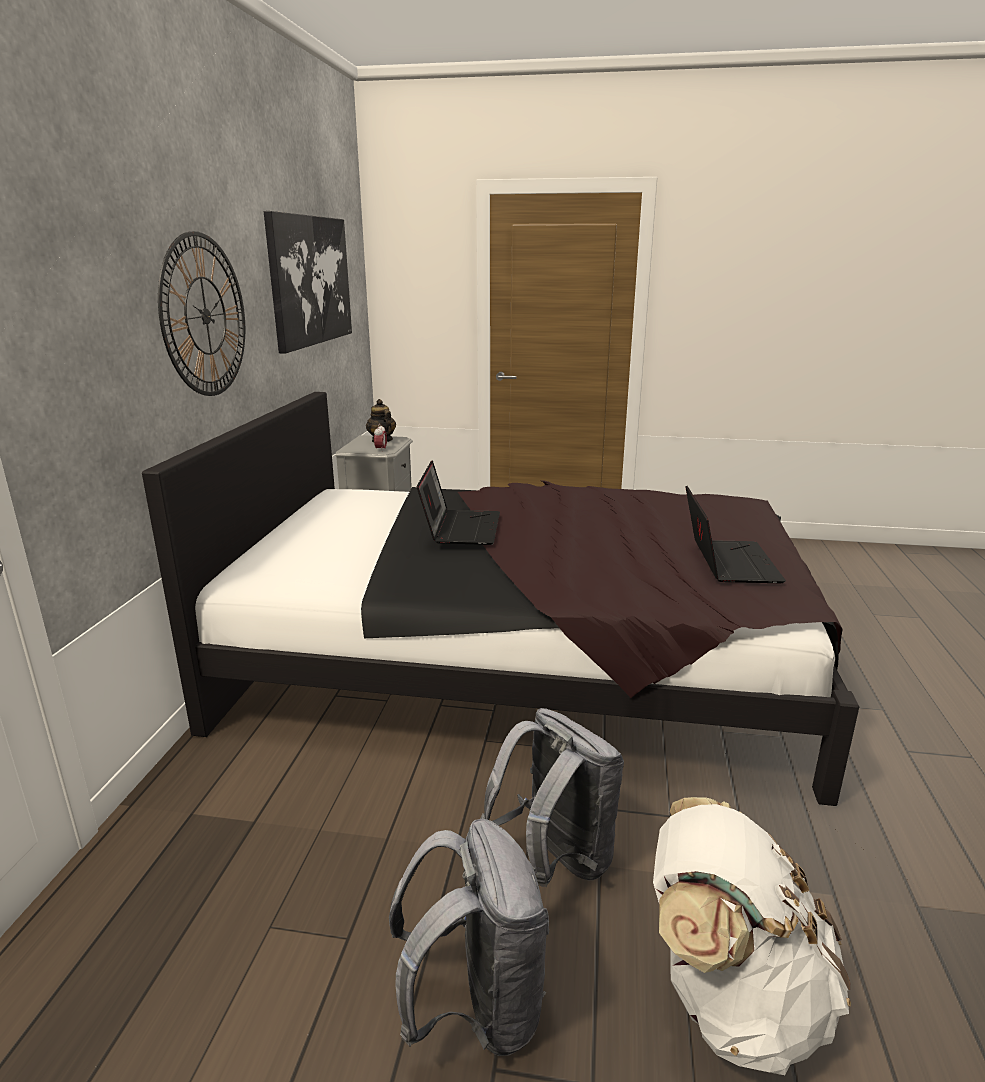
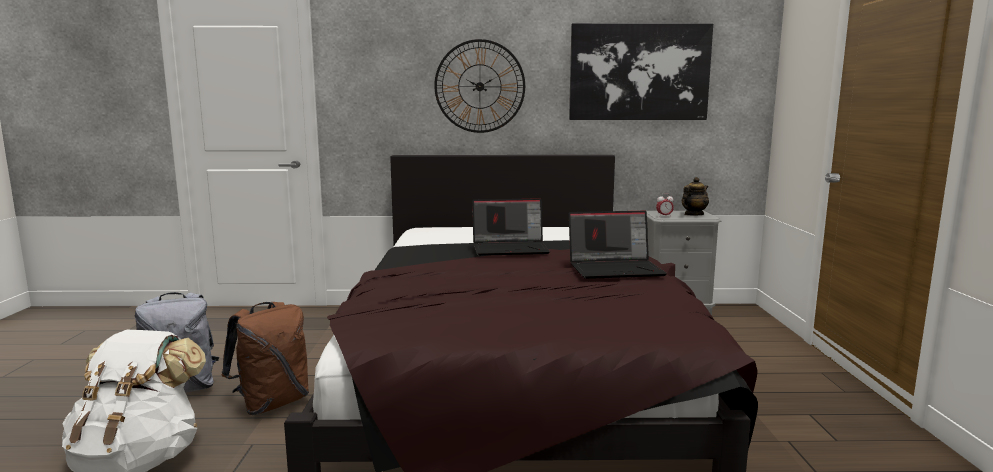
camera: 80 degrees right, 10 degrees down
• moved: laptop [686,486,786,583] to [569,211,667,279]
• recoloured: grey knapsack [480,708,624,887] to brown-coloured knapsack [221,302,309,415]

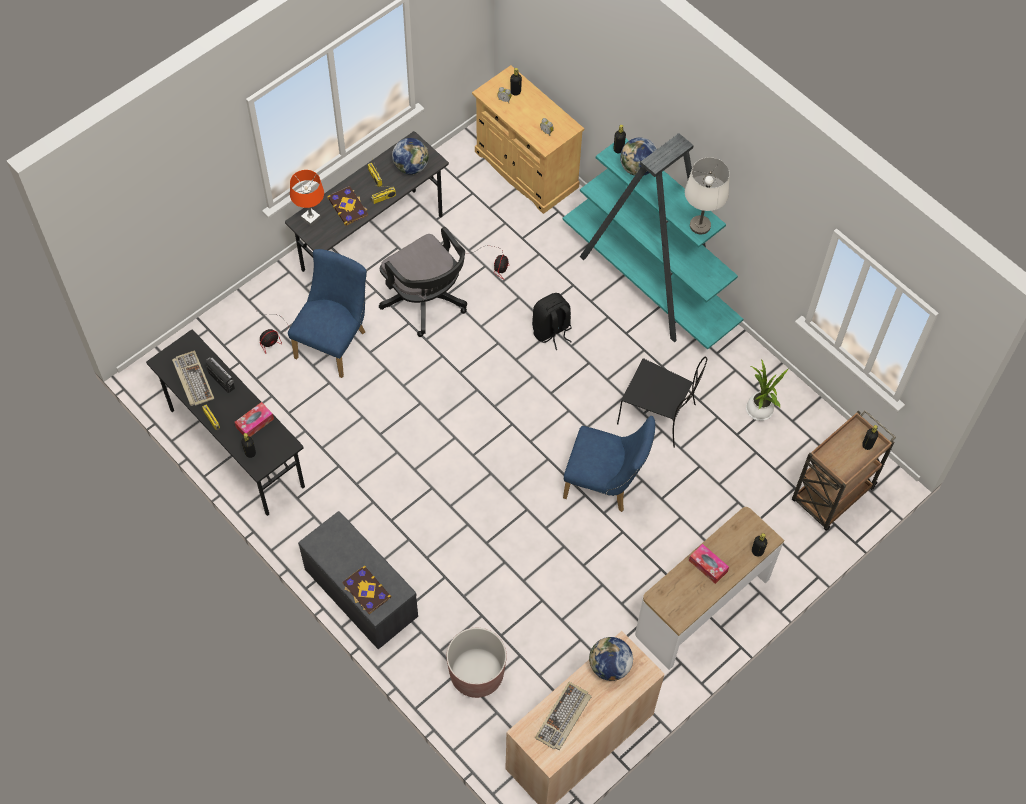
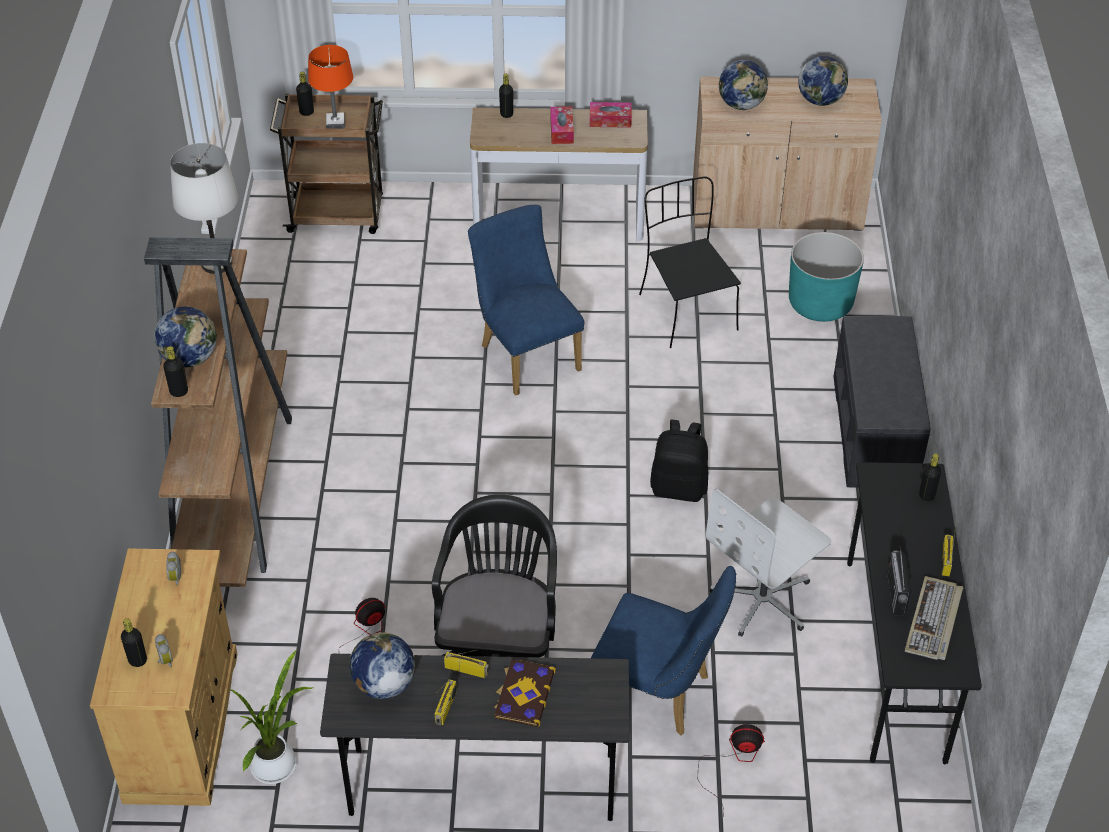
camera: 135 degrees left, 15 degrees down
• removed: volume [342,566,391,614]
• added: whitish desk chair [706,488,831,637]
• moved: tissue box [235,402,274,437] to [590,102,632,128]
• moved: orangey lamp for a table [290,170,324,226] to [308,45,353,129]
• moved: blackish knapsack [532,293,572,350] to [650,420,708,502]
• moved: blackish chair [617,356,707,448] to [639,176,741,348]
• moved: houseplant [746,359,789,421] to [229,650,312,784]
• replaced: keyboard [535,682,592,750] to globe [798,56,848,106]
• recoloured: brown-coloured planter [447,628,507,698] to turquoise-coloured planter [789,232,864,322]
• recoloured: turquoise-coloured bookshelf [562,133,743,350] to brown-coloured bookshelf [144,237,292,587]
• turned: blue-coloured chair [288,249,367,378] = [591,566,736,735] 135 degrees counterclockwise

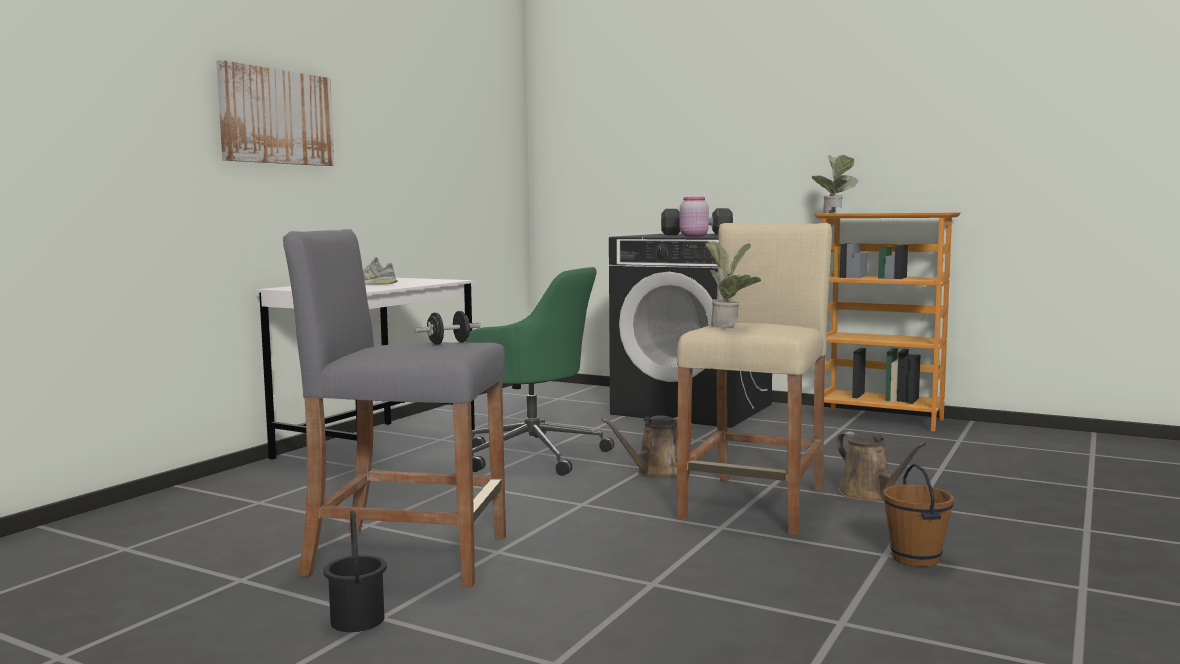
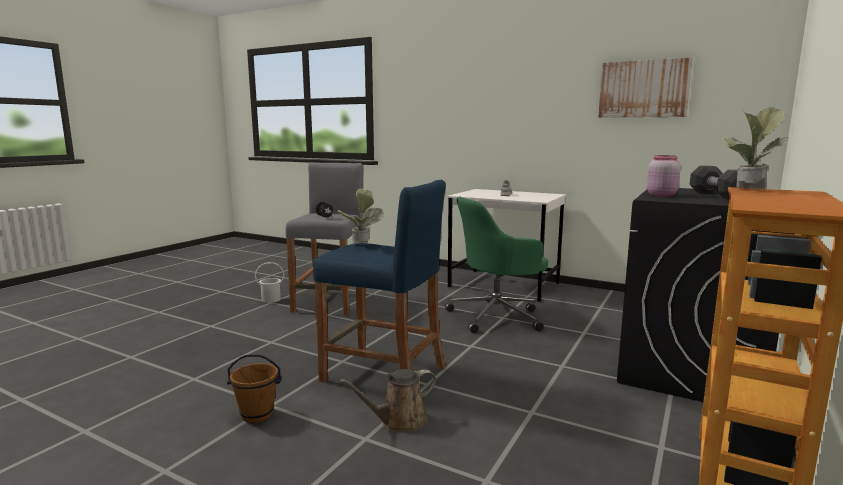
camera: 90 degrees right, 5 degrees up
• removed: brown-coloured watering can [601,415,693,478]
• moved: picture [216,60,334,166] to [598,58,693,118]
• recoloured: blackish water bucket [323,511,387,632] to whitish water bucket [255,262,284,303]
• recoloured: beige-coloured stool [677,223,832,535] to blue-coloured stool [313,179,446,383]
• turned: greenish desk chair [466,267,614,476] = [445,197,548,333] 45 degrees clockwise

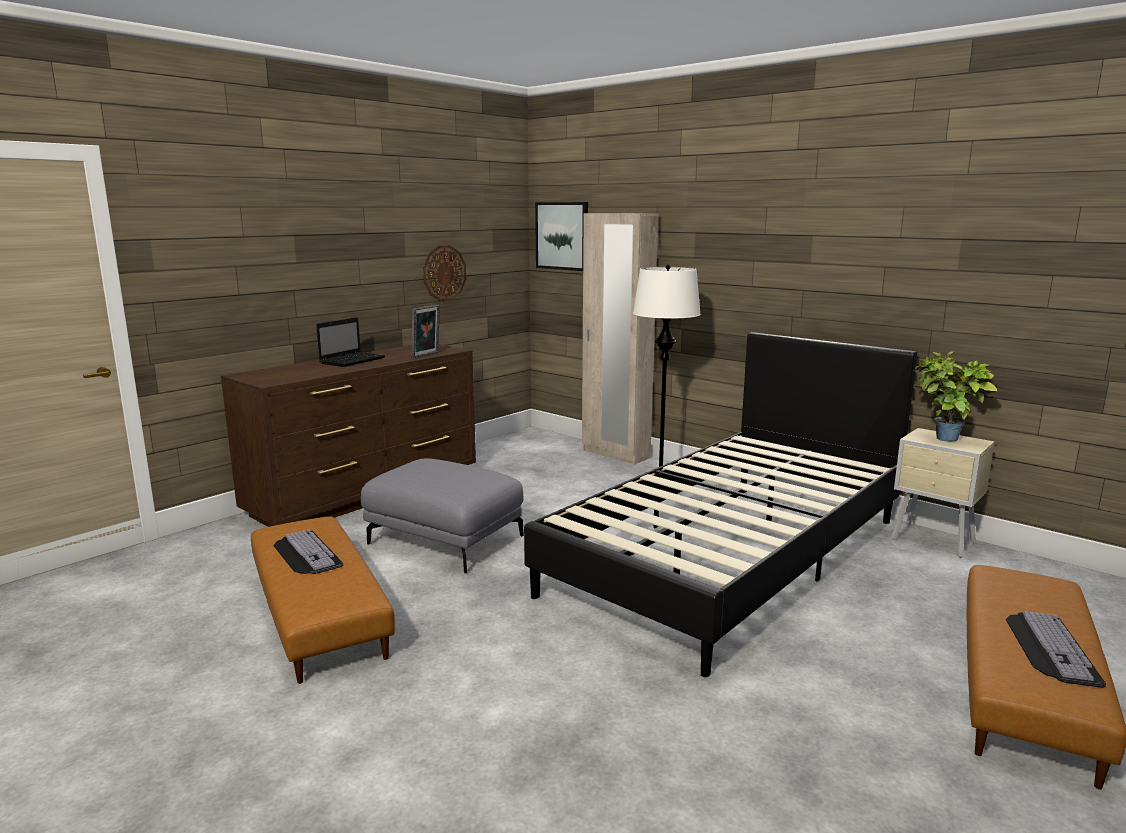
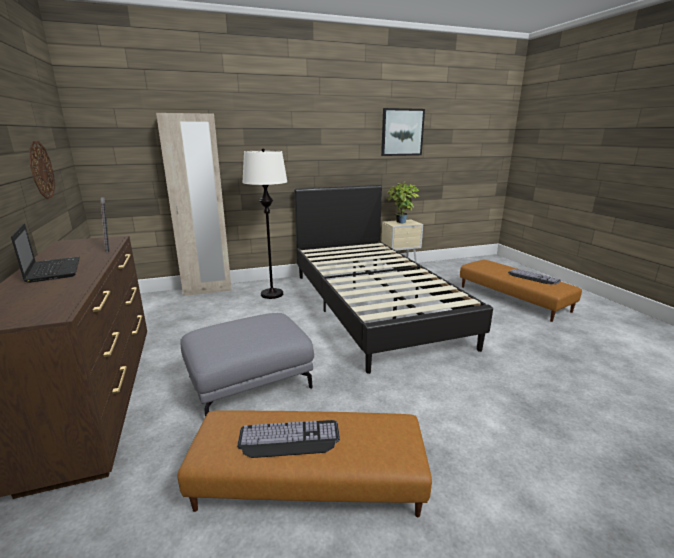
camera: 60 degrees left, 5 degrees up
• moved: picture [535,202,588,271] to [381,108,425,156]

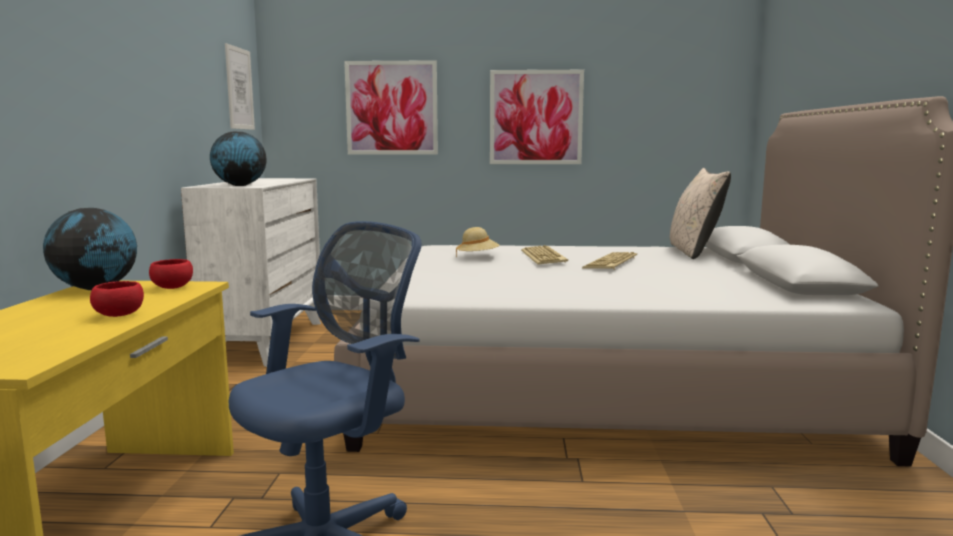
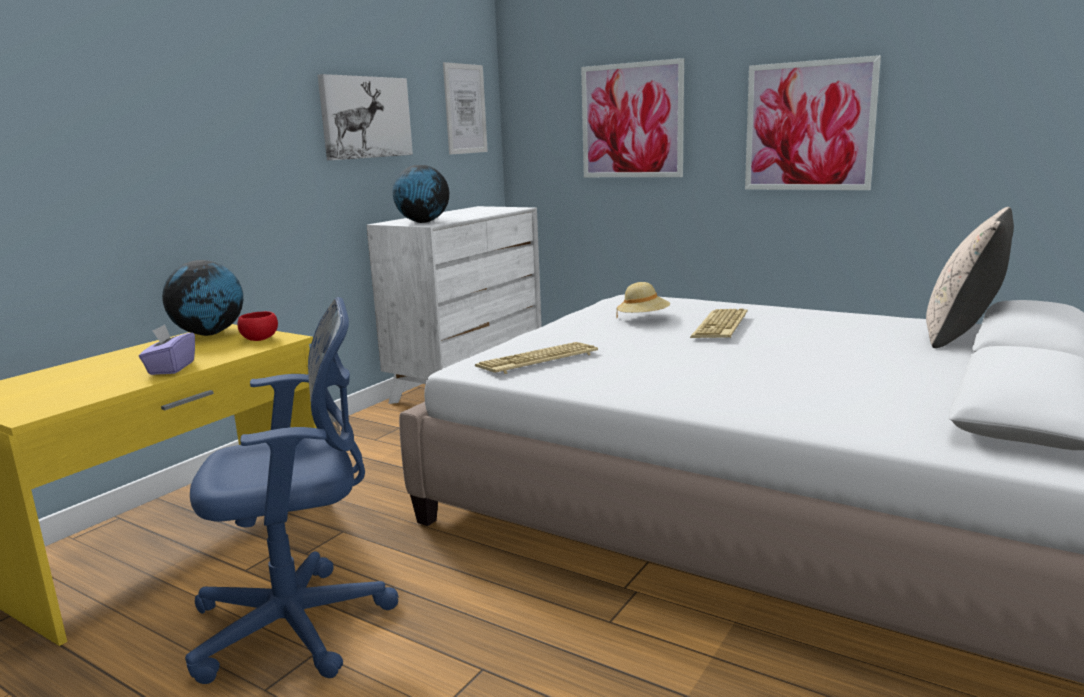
camera: 30 degrees right, 5 degrees up
• added: picture [318,74,413,160]
• moved: keyboard [582,252,637,270] to [475,342,598,374]
• replaced: reddish deep dish [90,281,144,317] to purplish tissue box [139,324,195,375]

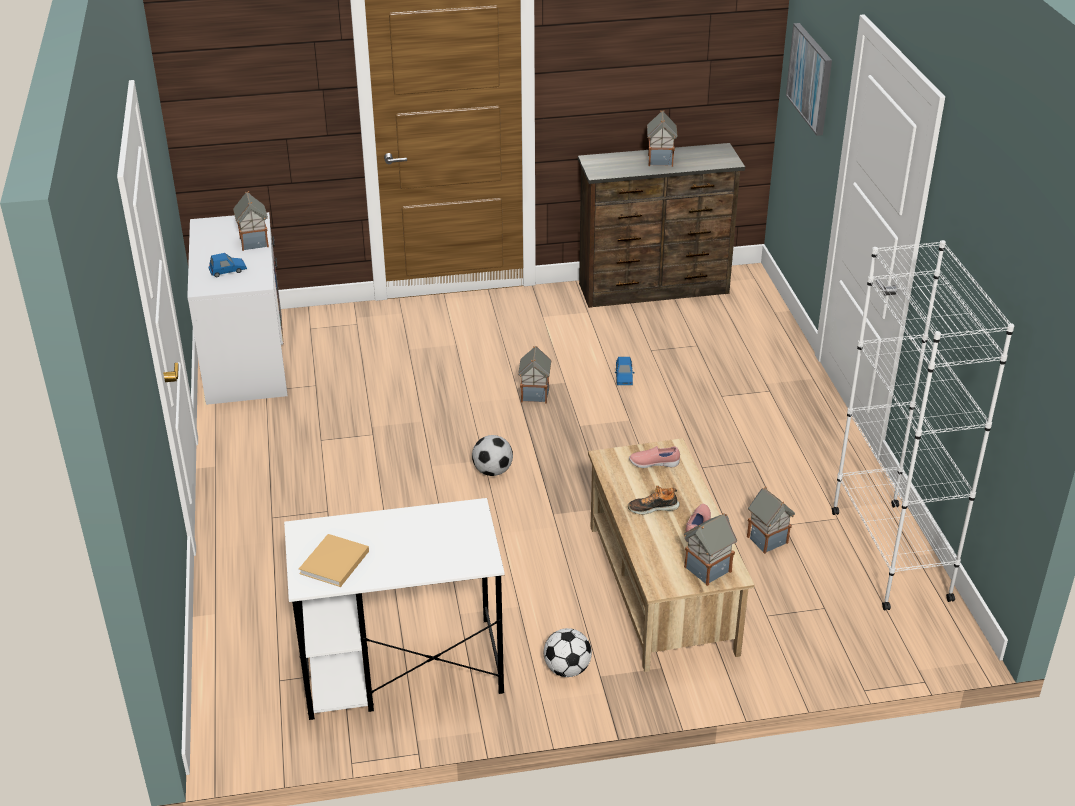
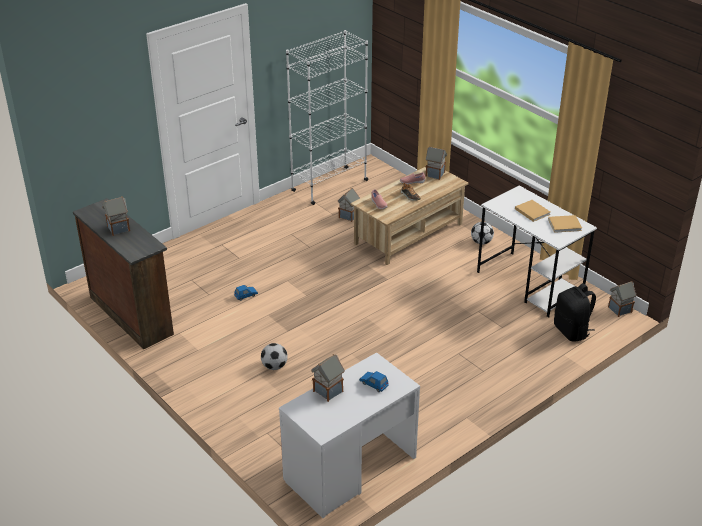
camera: 120 degrees left, 0 degrees up
• removed: picture [786,23,832,136]
• added: beige-coloured volume [515,200,551,222]
• added: blackish knapsack [554,283,596,342]
• moved: football [472,435,513,476] to [261,343,288,370]
• moved: toy house [518,346,551,404] to [608,281,637,317]

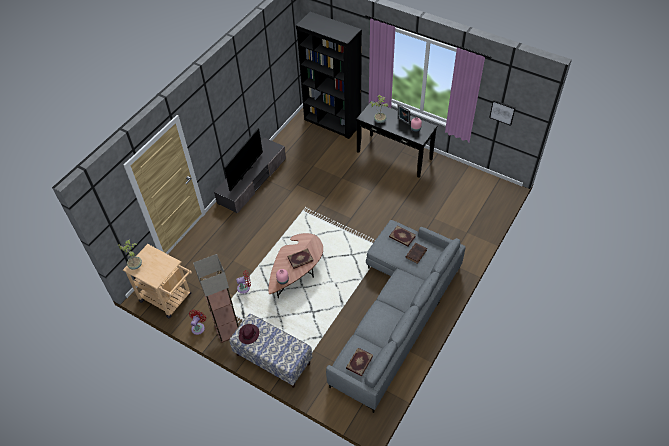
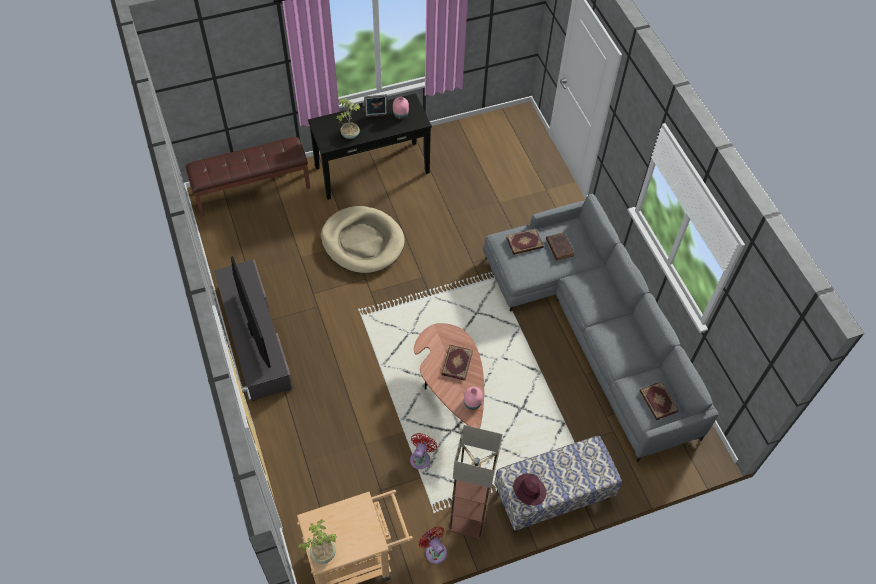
camera: 55 degrees left, 5 degrees up
• removed: picture [489,100,516,126]
• added: beige-coloured dog cushion [321,206,405,273]
• replaced: blackish bookshelf [296,12,362,139] to brown-coloured bench [186,137,310,216]

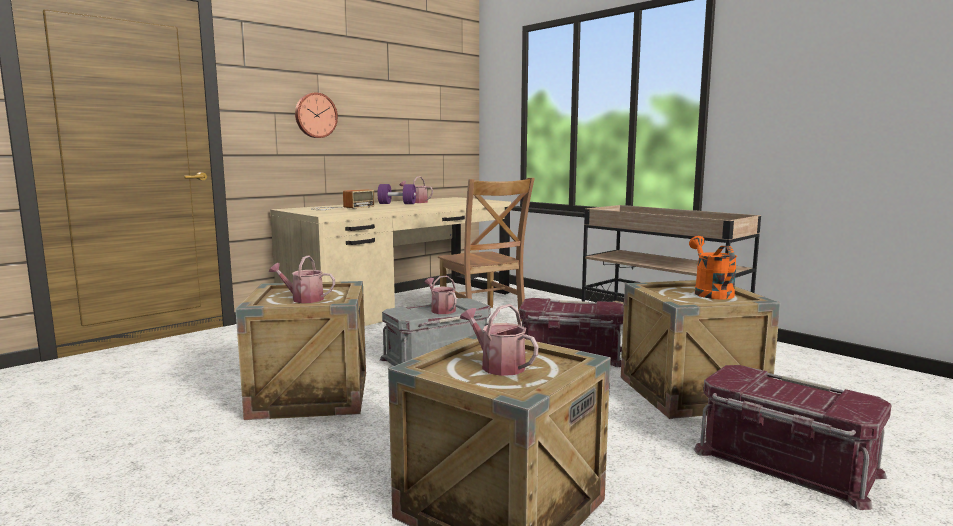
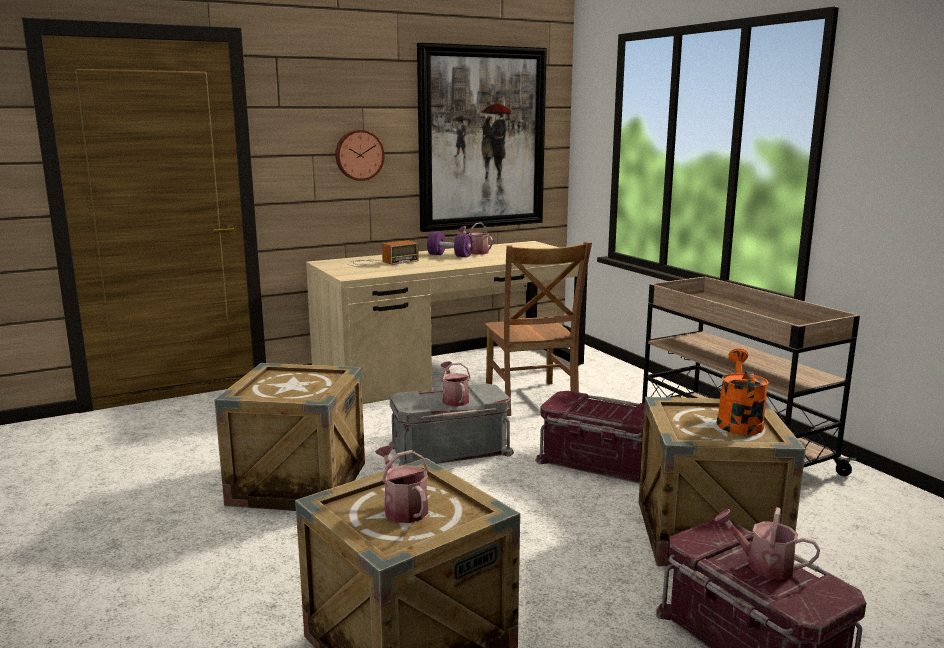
camera: 15 degrees right, 5 degrees up
• added: picture [417,43,547,232]
• moved: watering can [268,255,335,303] to [714,507,820,580]

